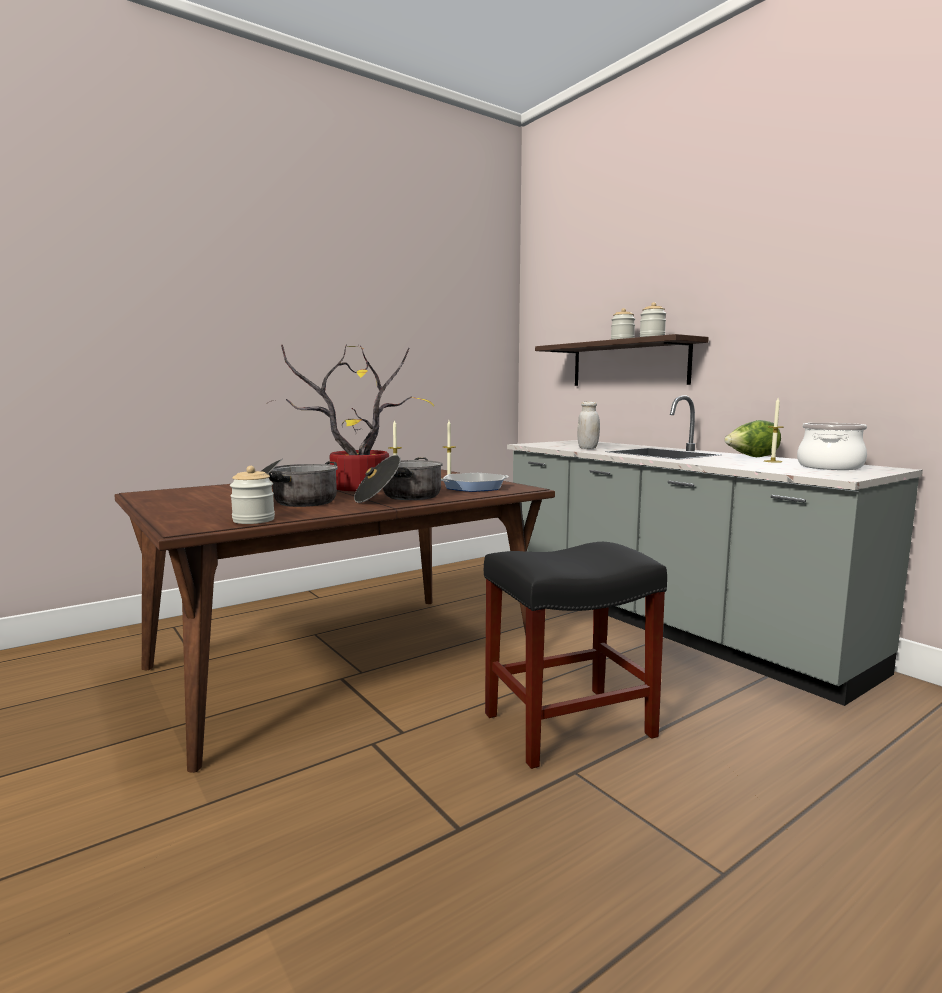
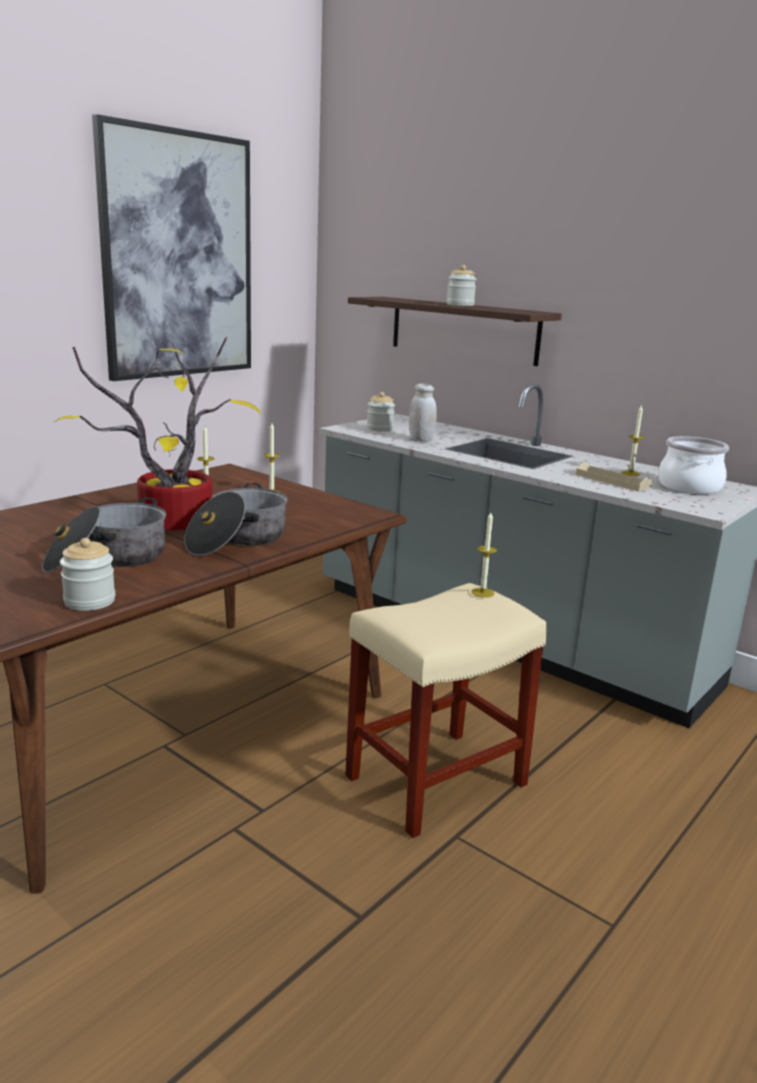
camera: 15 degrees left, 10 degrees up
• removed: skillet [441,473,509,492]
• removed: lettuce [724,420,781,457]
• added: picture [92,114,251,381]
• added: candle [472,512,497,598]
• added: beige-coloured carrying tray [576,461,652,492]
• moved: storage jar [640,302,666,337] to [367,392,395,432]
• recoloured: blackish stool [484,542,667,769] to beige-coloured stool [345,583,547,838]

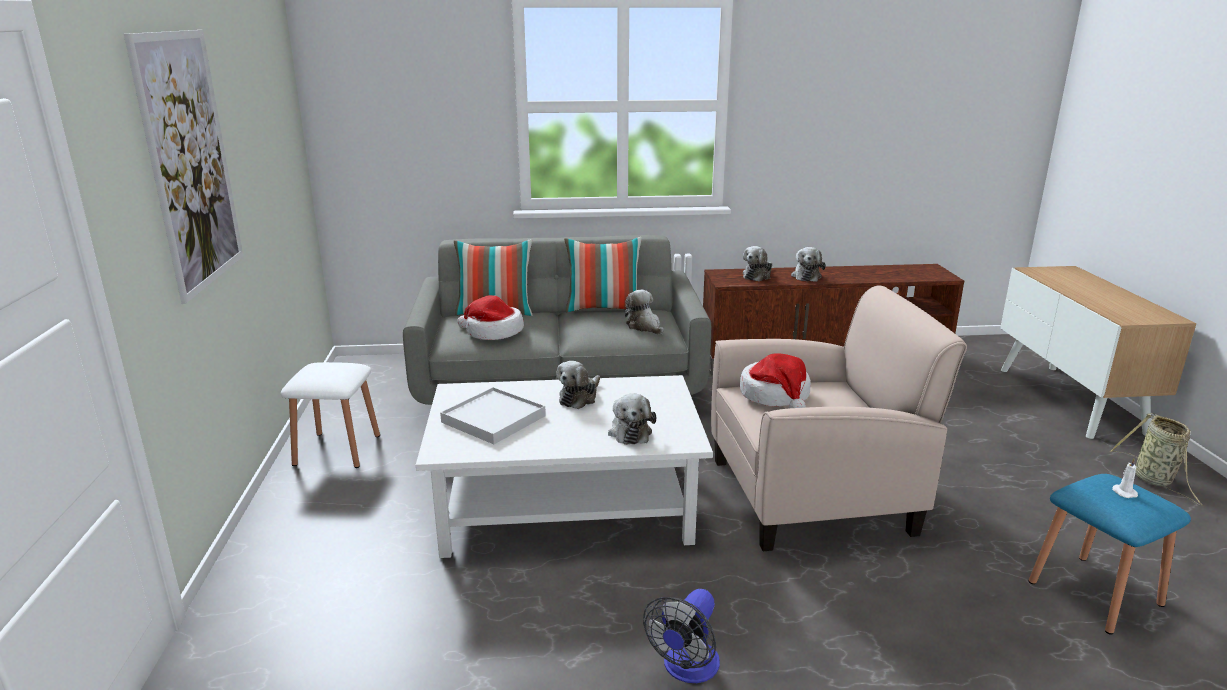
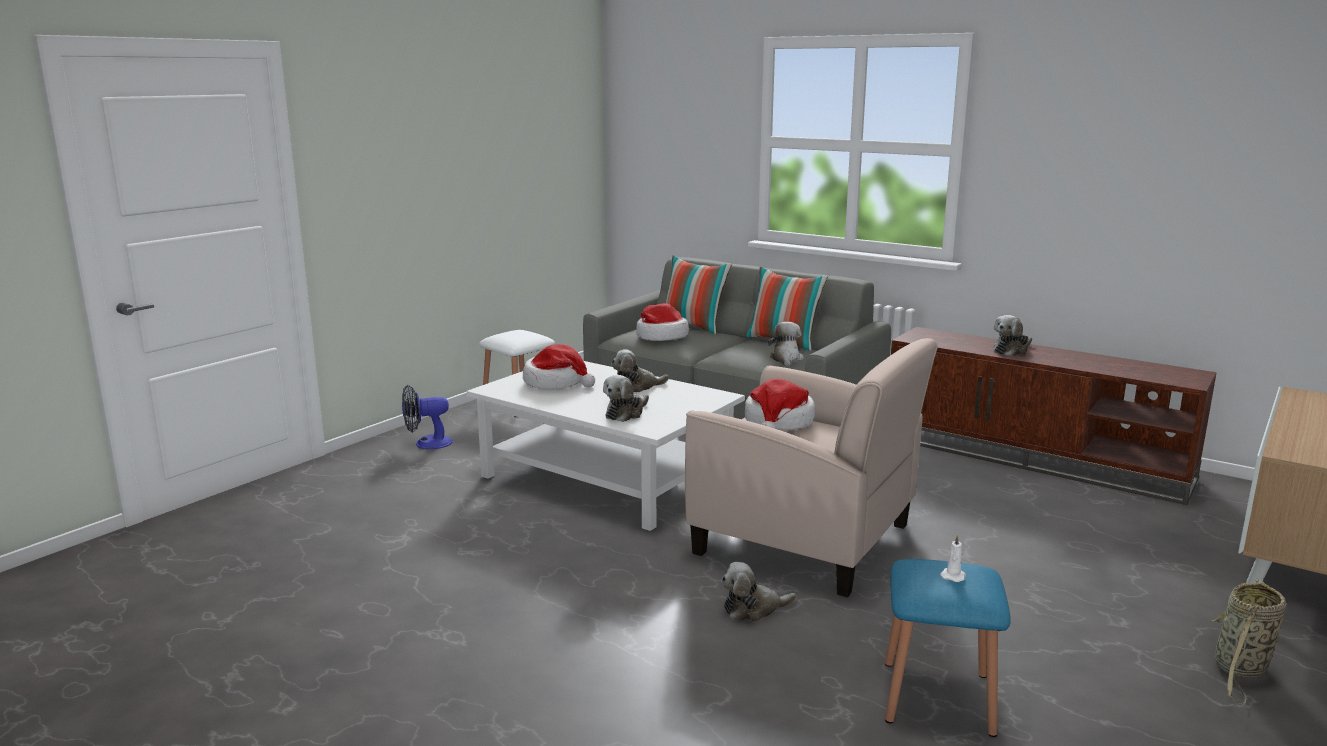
camera: 40 degrees right, 5 degrees down
• removed: picture [124,30,243,304]
• moved: cooling fan [643,589,720,683] to [402,385,453,449]
• moved: cuddly toy [743,246,772,281] to [721,562,797,621]
• replaced: whitish carrying tray [440,387,546,444] to wearable hat [523,344,595,389]

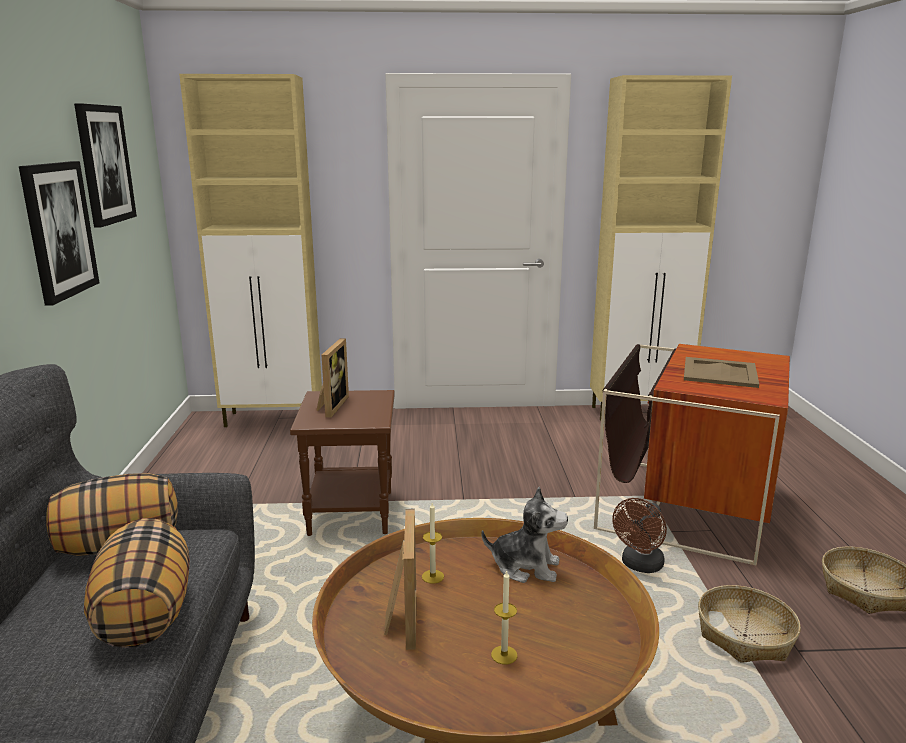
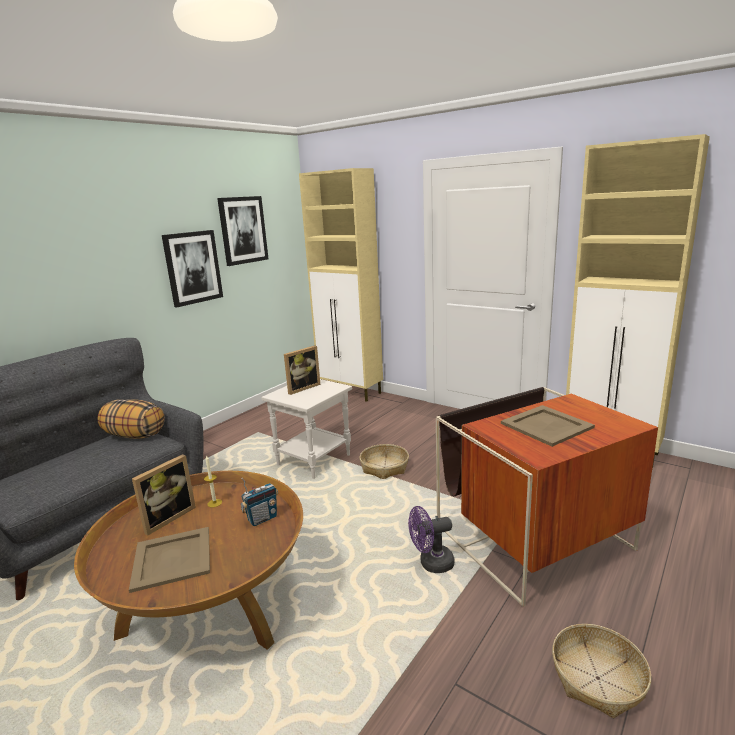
camera: 40 degrees right, 0 degrees up
• removed: throw pillow [84,518,190,648]
• moved: household basket [698,585,801,663] to [360,444,409,479]
• replaced: cuddly toy [481,487,568,583] to radio set [241,478,278,526]
• replaced: candle [491,571,518,664] to beige-coloured carrying tray [129,527,210,593]
• recoloured: brown-coloured end table [290,390,395,536] to whitish end table [261,379,352,479]
• recoloured: brown-coloured cooling fan [612,498,667,573] to purplish cooling fan [408,506,454,573]

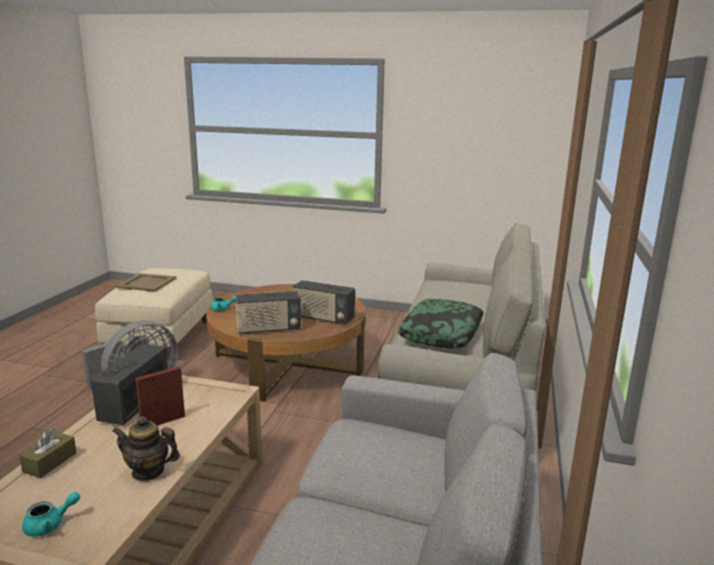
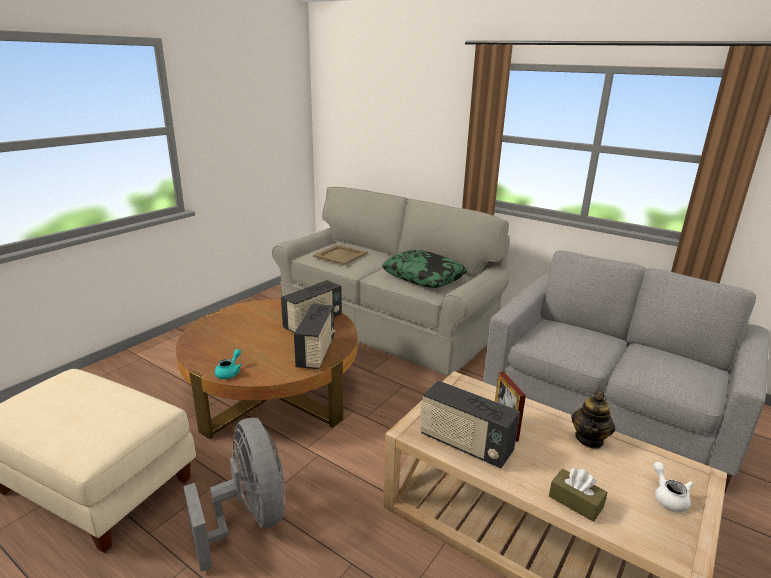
camera: 70 degrees left, 5 degrees up
• moved: beige-coloured carrying tray [116,273,176,292] to [313,245,368,265]
• recoloured: turquoise-coloured tea pot [22,492,80,537] to whitish tea pot [653,462,694,512]

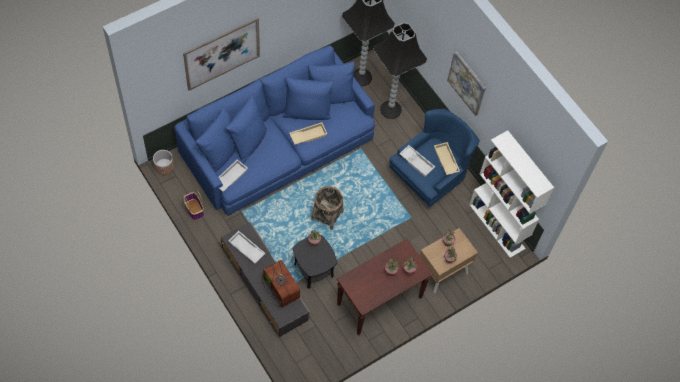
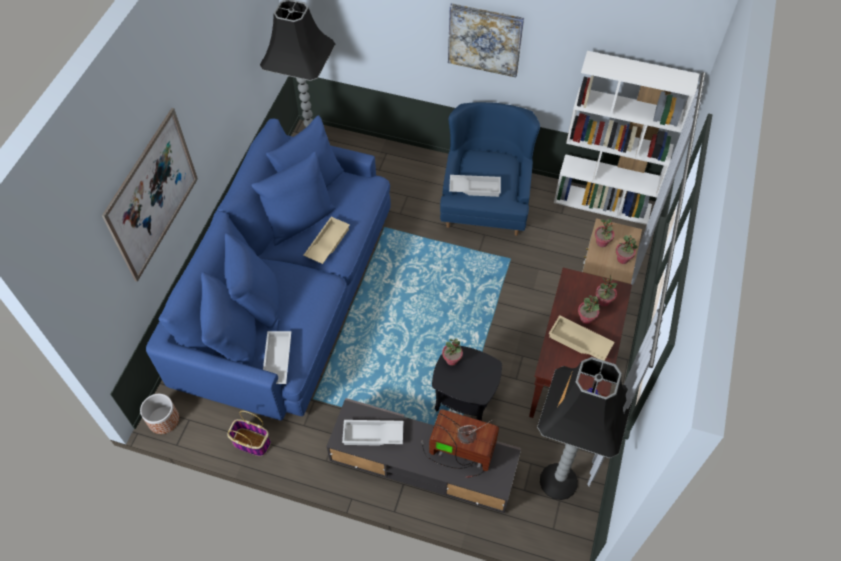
camera: 35 degrees left, 5 degrees down
• removed: household basket [311,186,344,230]
• moved: blackish standing lamp [373,22,427,119] to [537,357,632,500]
• moved: beige-coloured carrying tray [434,142,460,175] to [549,315,615,361]

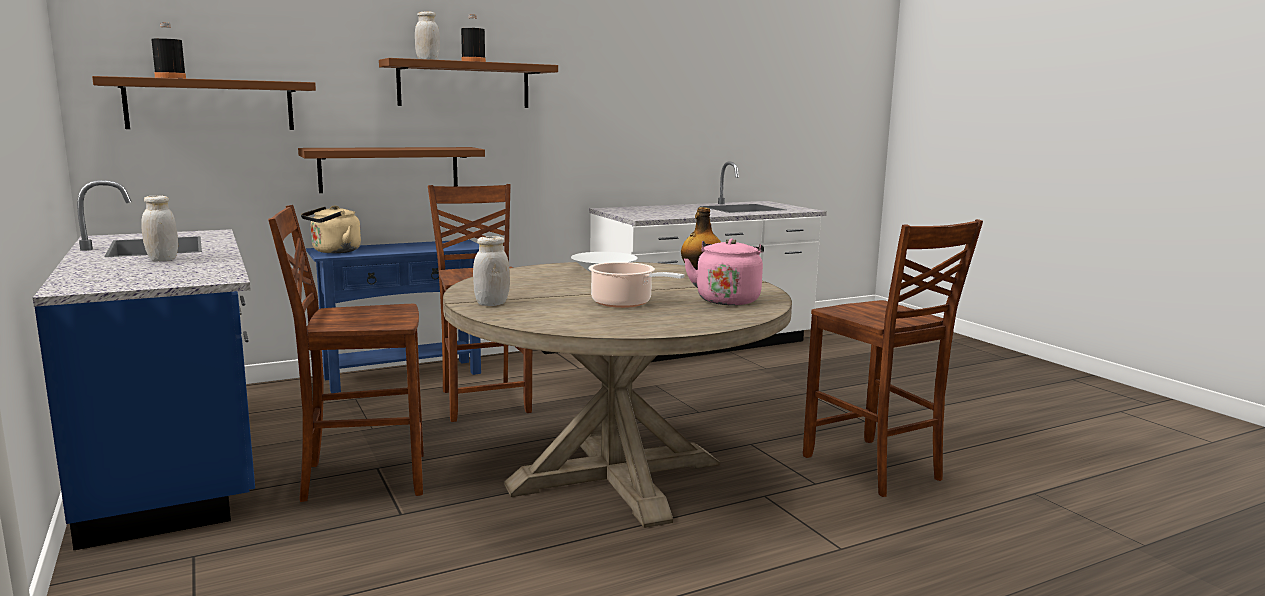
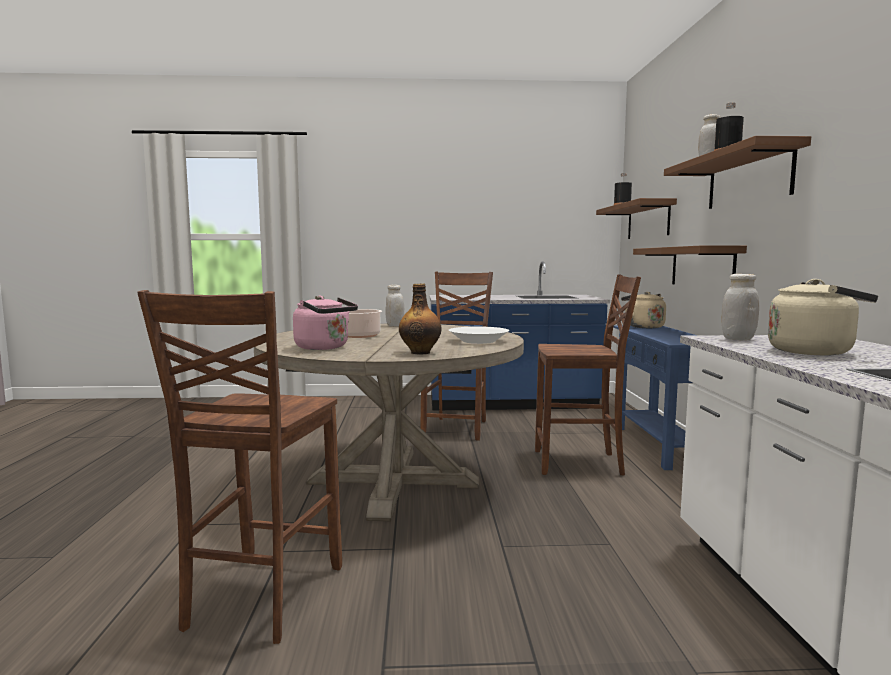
camera: 115 degrees right, 5 degrees down
• added: beige-coloured kettle [768,279,878,355]
• moved: whitish storage jar [141,195,178,261] to [722,274,759,340]
• turned: brown-coloured chair [803,219,983,497] = [137,290,342,644] 75 degrees counterclockwise

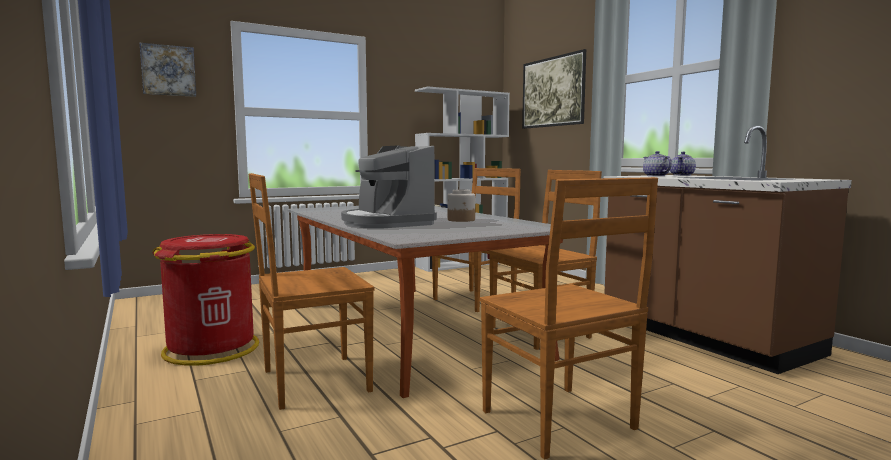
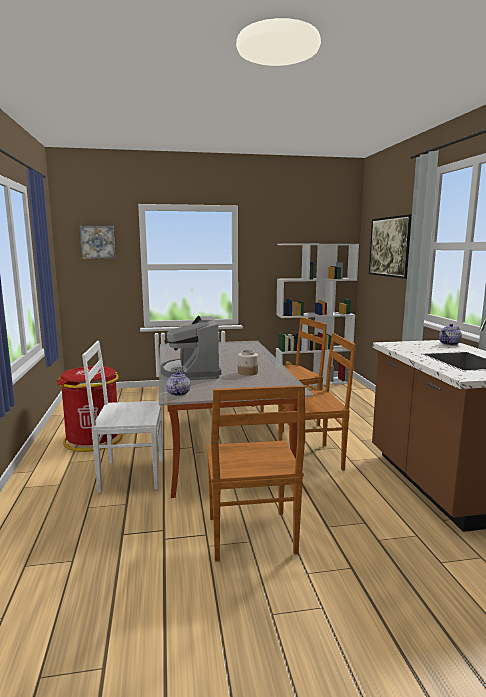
camera: 20 degrees right, 5 degrees up
• moved: tea pot [643,151,672,176] to [166,371,190,396]
• recoloured: brown-coloured chair [249,173,374,410] to whitish chair [82,341,163,493]

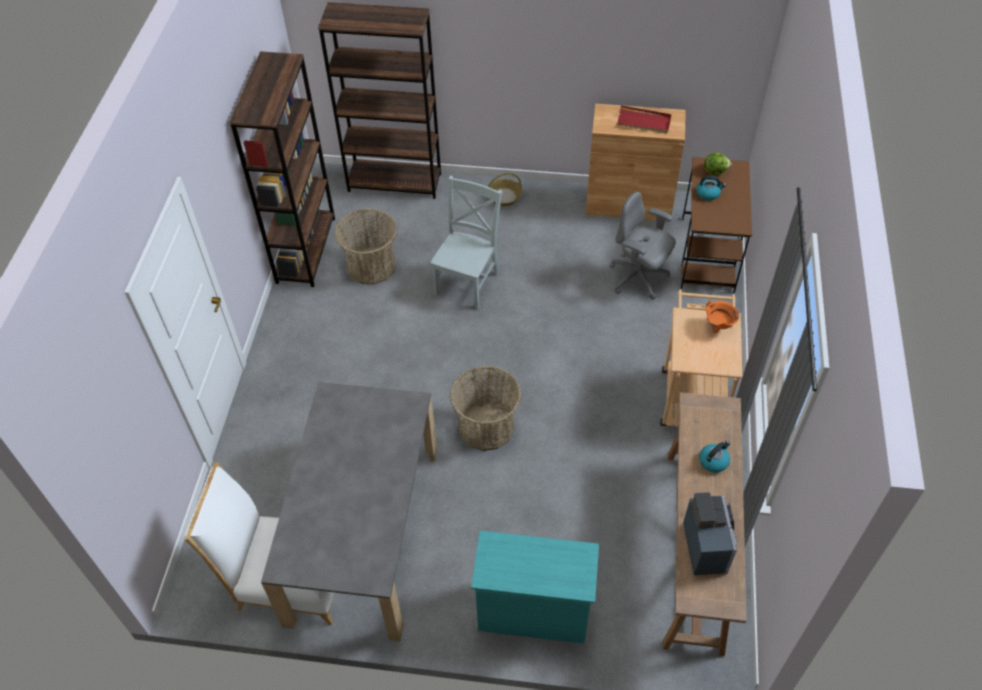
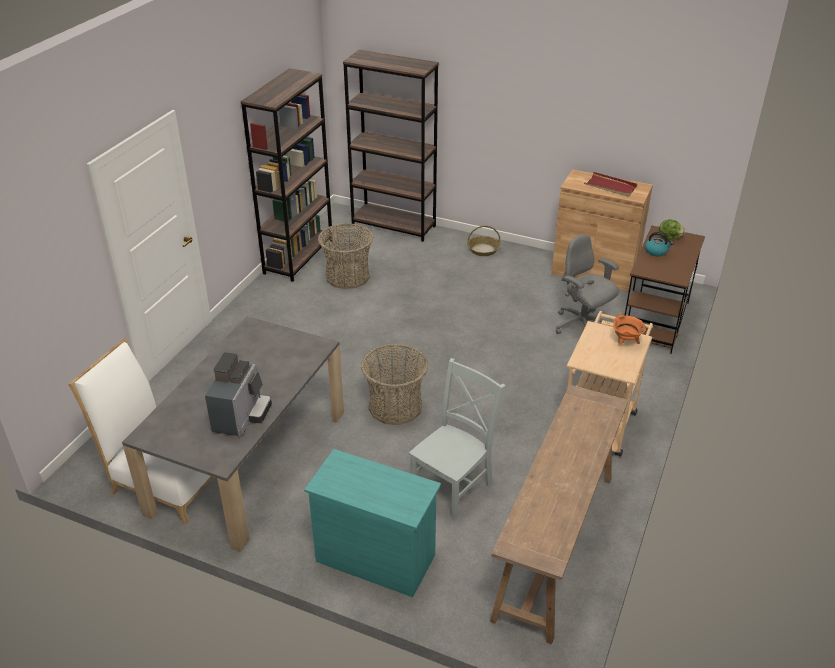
camera: 15 degrees right, 15 degrees down
• removed: kettle [699,440,730,473]
• moved: grey chair [430,176,503,309] to [409,358,505,520]
• moved: coffee maker [683,492,737,575] to [205,352,272,437]

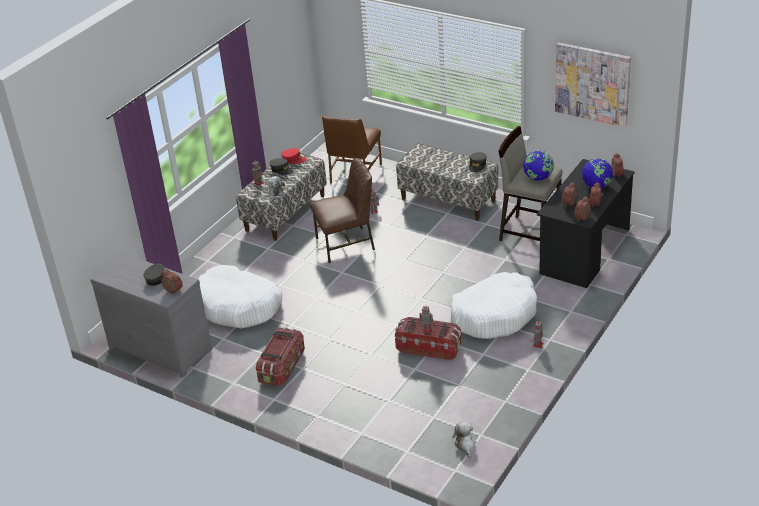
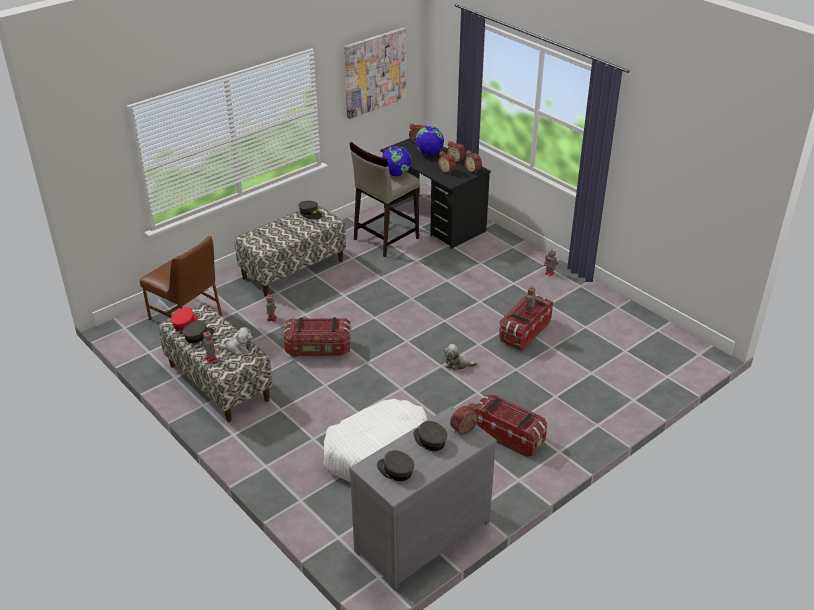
camera: 75 degrees left, 0 degrees up
• removed: whitish dog cushion [451,272,537,339]
• added: grey peaked cap [377,450,414,481]
• moved: cuddly toy [452,422,476,458] to [444,344,478,371]
• replaced: brown-coloured chair [310,158,375,263] to storage bin [283,317,351,356]

